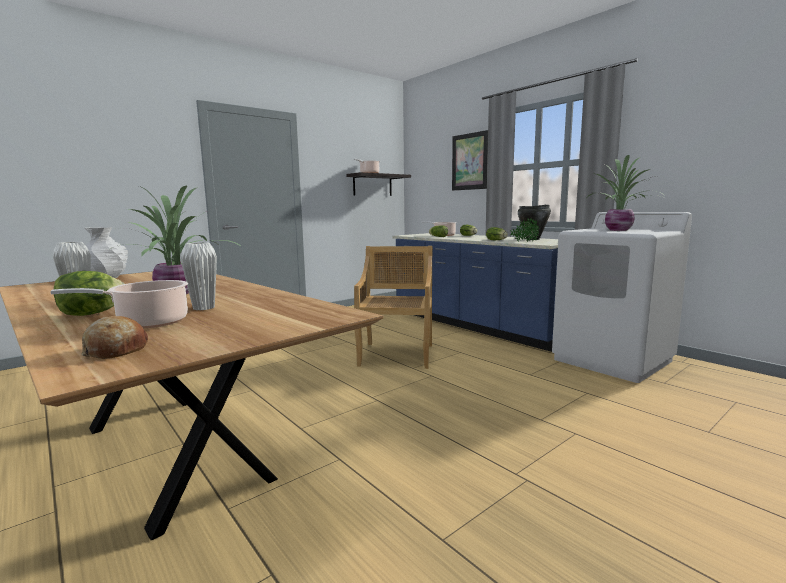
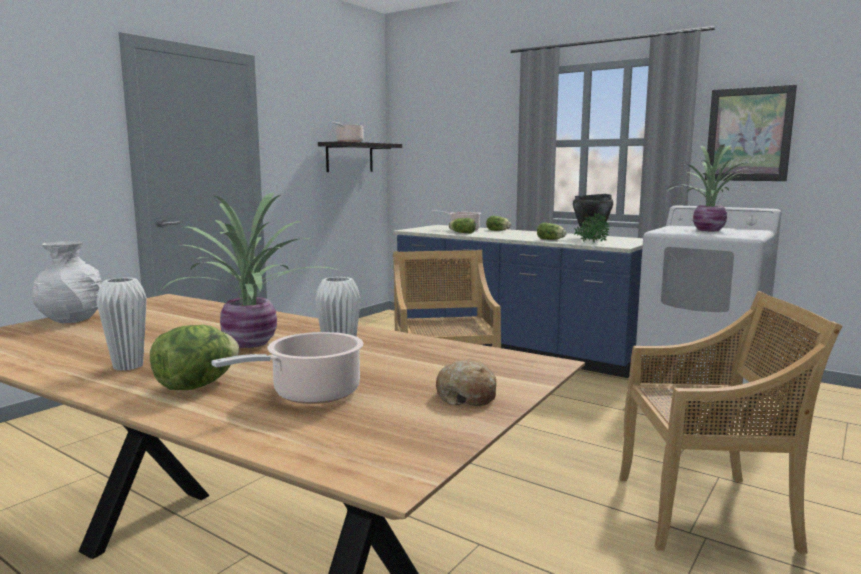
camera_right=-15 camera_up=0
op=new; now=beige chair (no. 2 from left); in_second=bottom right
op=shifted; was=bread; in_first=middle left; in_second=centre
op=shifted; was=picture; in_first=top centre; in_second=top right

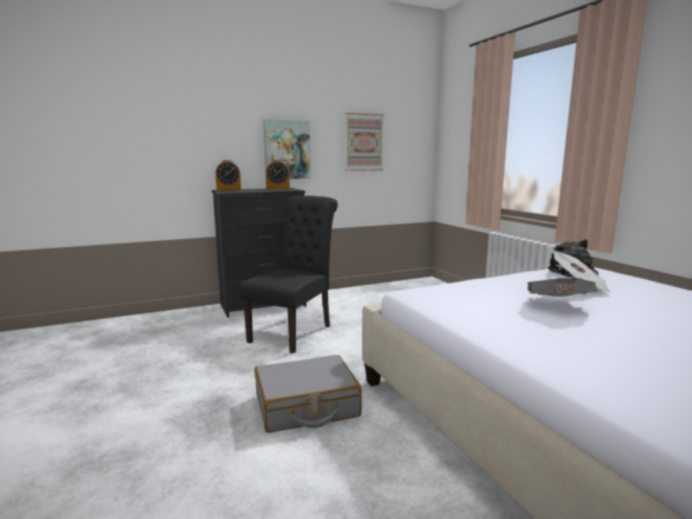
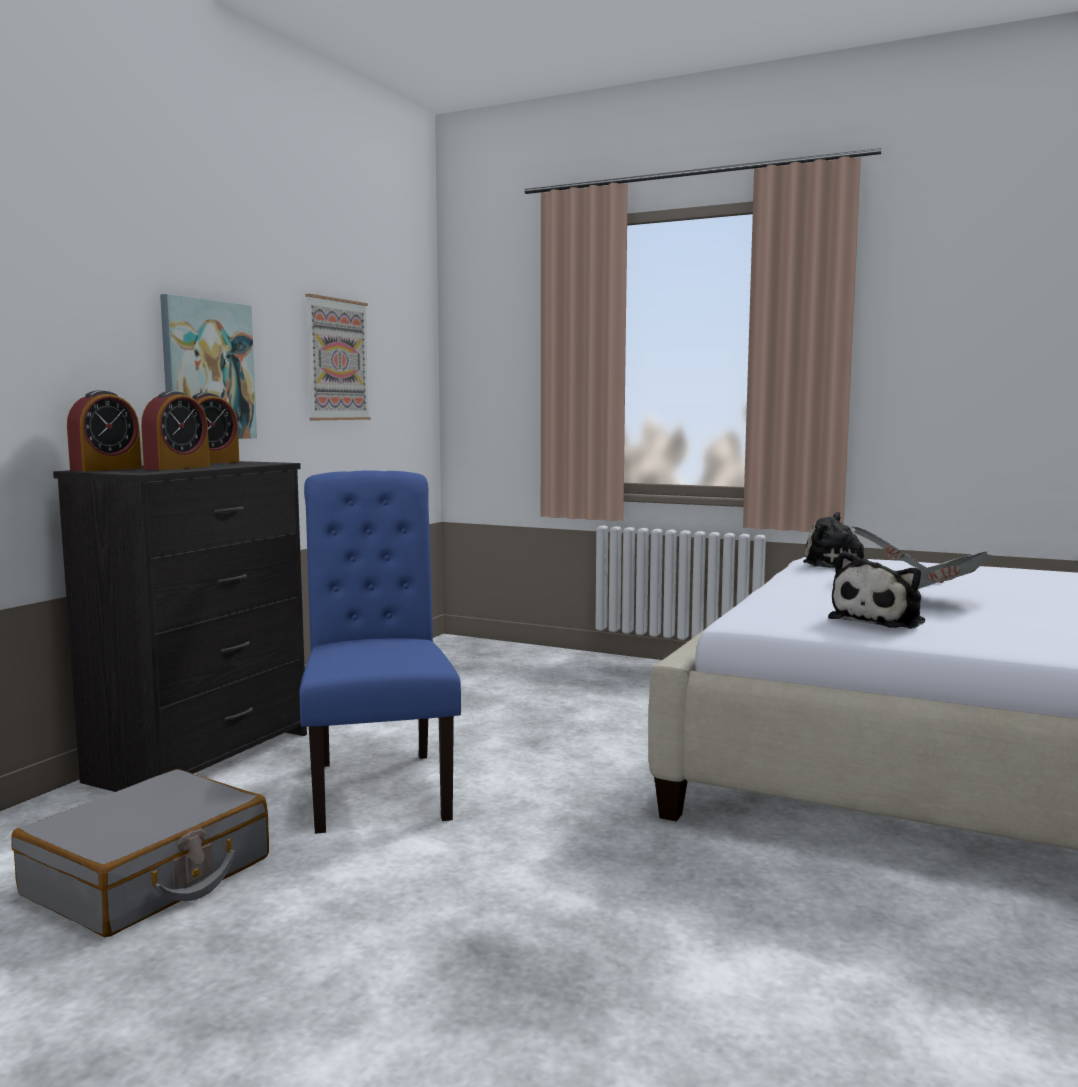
camera_right=-40 camera_up=-5
op=new; now=alarm clock (no. 2 from left); in_second=middle left
op=new; now=plush toy (no. 2 from left); in_second=middle right
op=shifted; was=grey suitcase; in_first=bottom centre; in_second=bottom left
op=repainted; was=black chair; now=blue chair; in_first=centre; in_second=centre

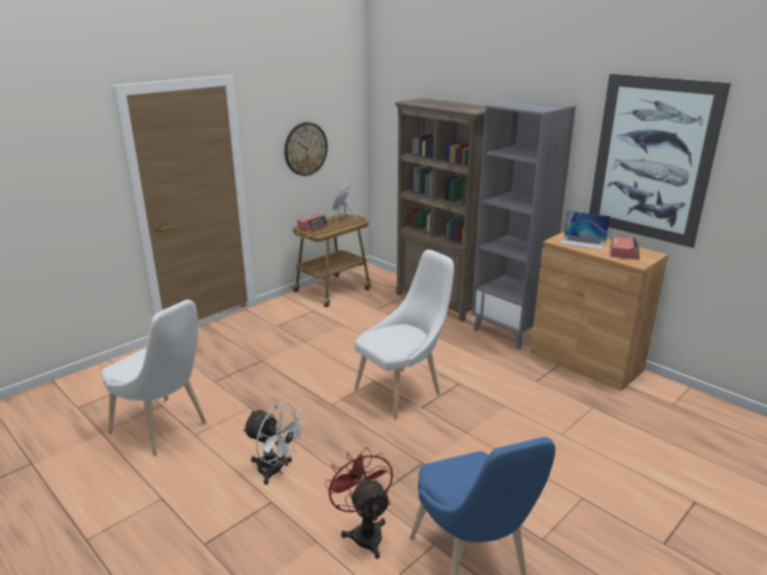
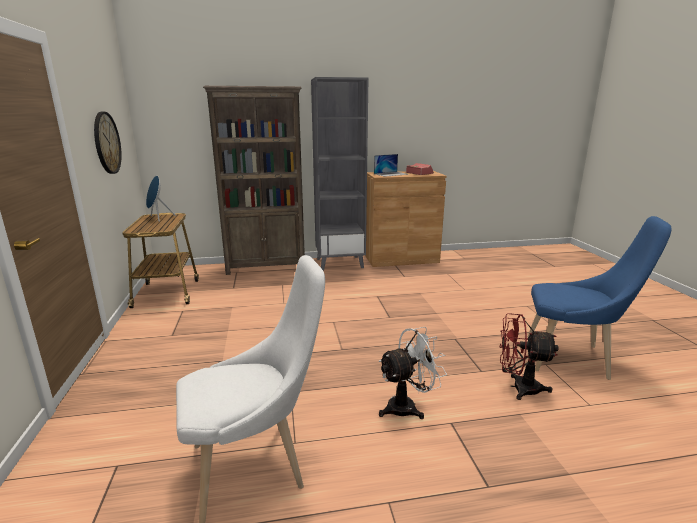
camera_right=-55 camera_up=-5
op=gone; was=alarm clock (no. 1 from left); in_first=centre
op=gone; was=white chair (no. 2 from left); in_first=centre
op=gone; was=picture; in_first=top right

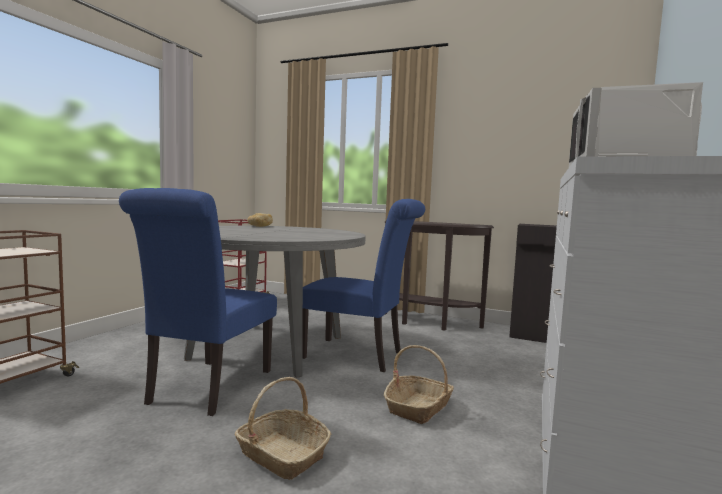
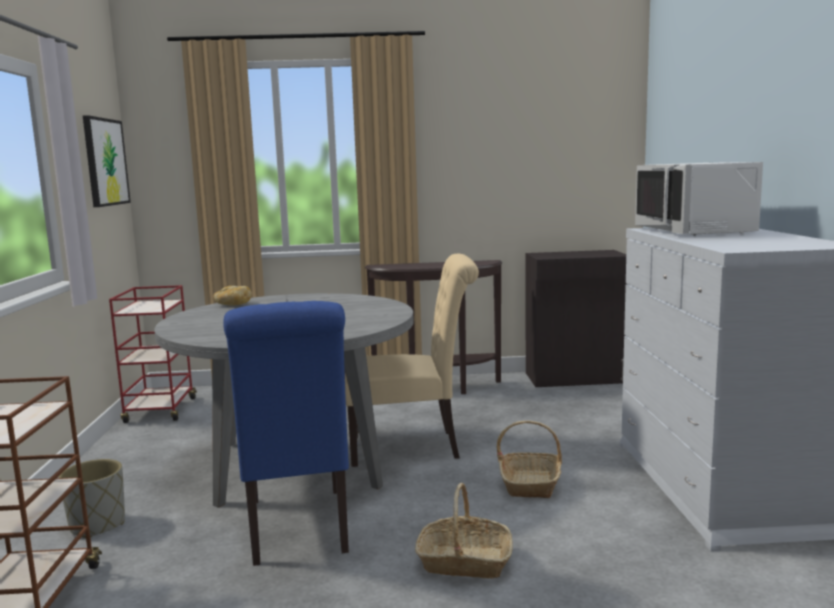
camera_right=-25 camera_up=5
op=new; now=grey planter; in_second=bottom left
op=new; now=picture; in_second=top left
op=repainted; was=blue chair (no. 2 from left); now=beige chair; in_first=centre; in_second=centre

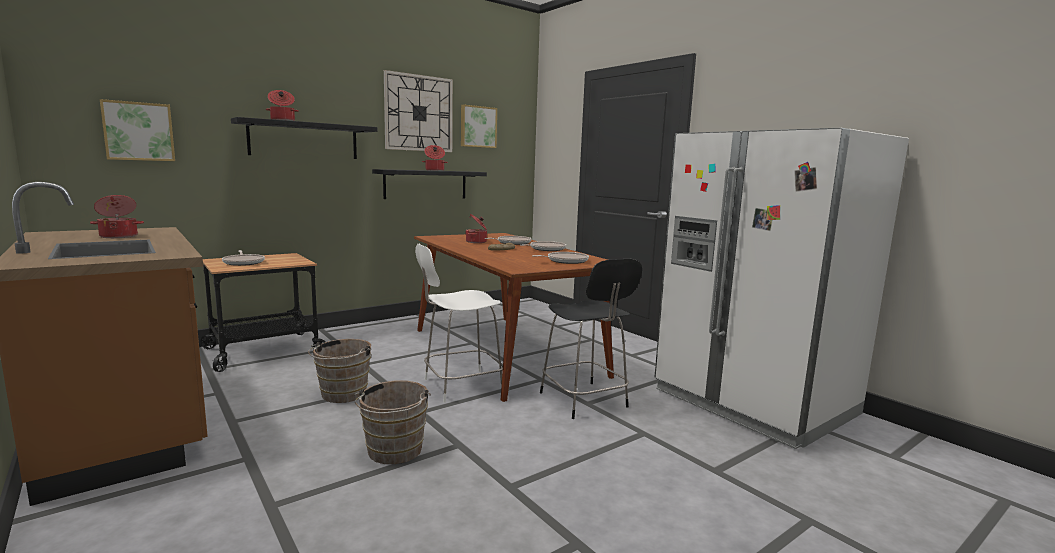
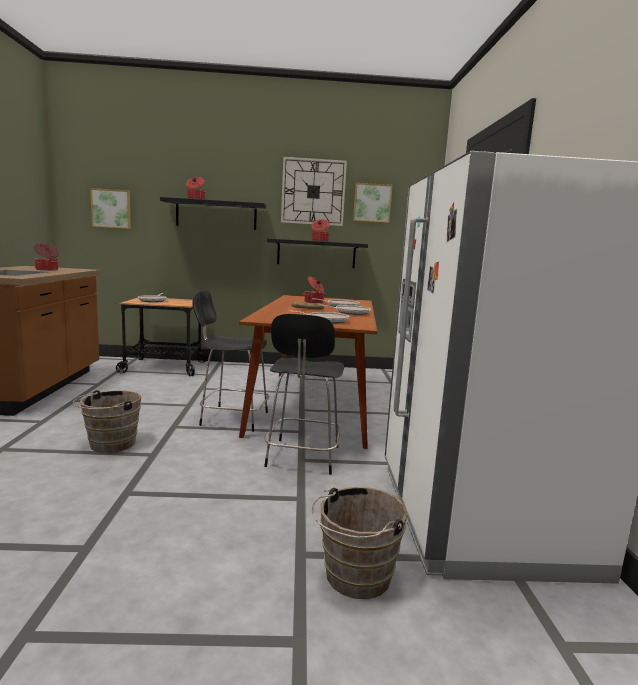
camera_right=35 camera_up=0
op=shifted; was=brown bucket (no. 1 from left in the first image); now=brown bucket (no. 2 from left); in_first=bottom left; in_second=bottom centre
op=repainted; was=white chair; now=black chair (no. 1 from left); in_first=centre; in_second=centre

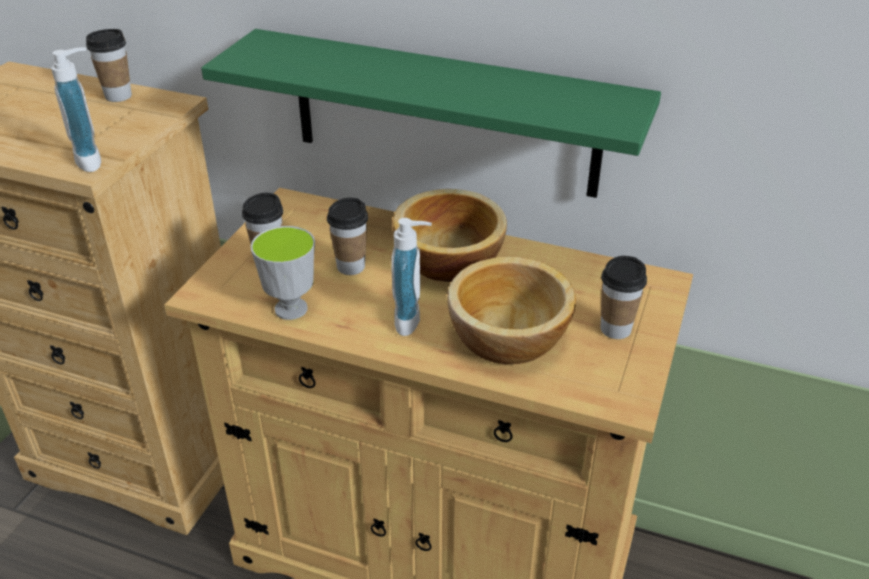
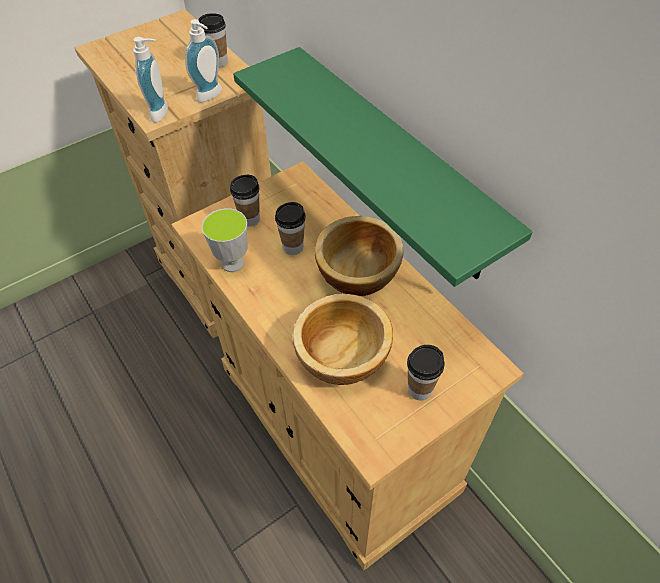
camera_right=35 camera_up=15
op=shifted; was=soap dispenser (no. 2 from left); in_first=centre; in_second=top left

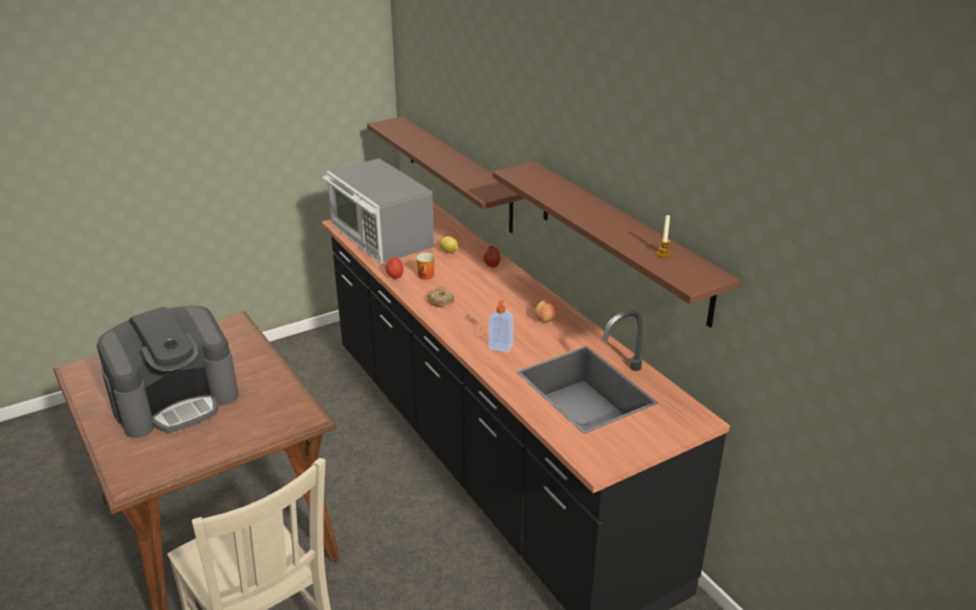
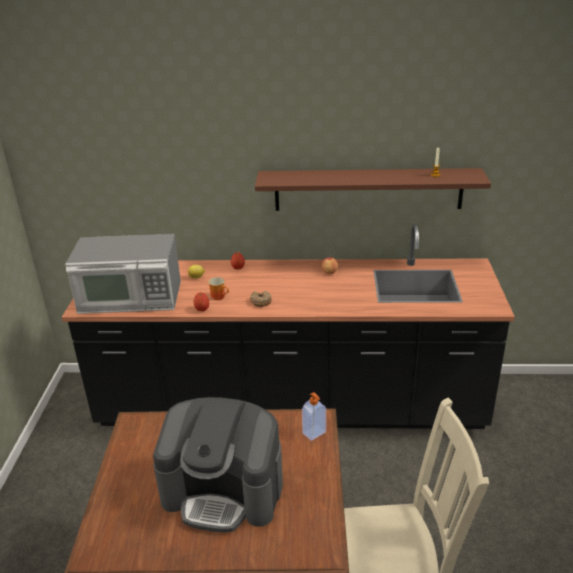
camera_right=-55 camera_up=0
op=gone; was=brown shelf (no. 1 from left); in_first=top centre
op=shifted; was=soap dispenser; in_first=centre; in_second=bottom centre
op=rotated; was=coffee machine; in_first=middle left; in_second=bottom centre; clockwise=105

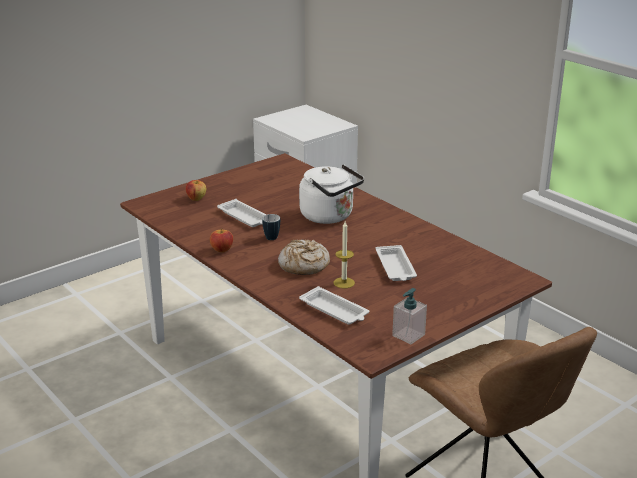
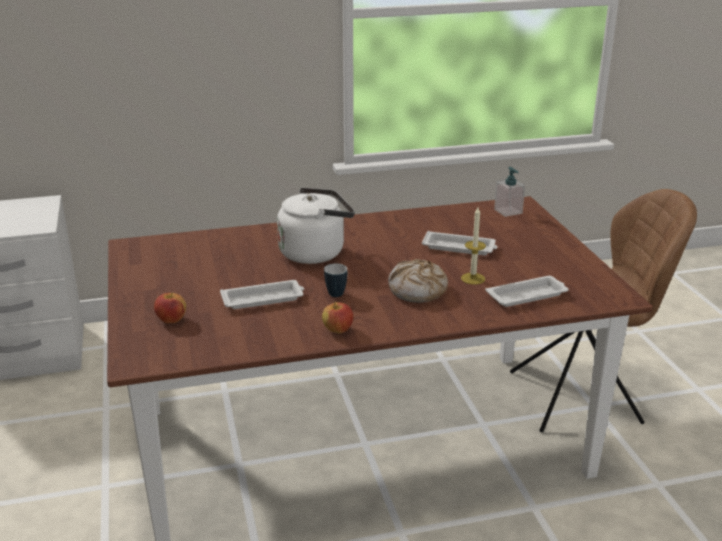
camera_right=-65 camera_up=0
op=shifted; was=soap dispenser; in_first=centre; in_second=middle right

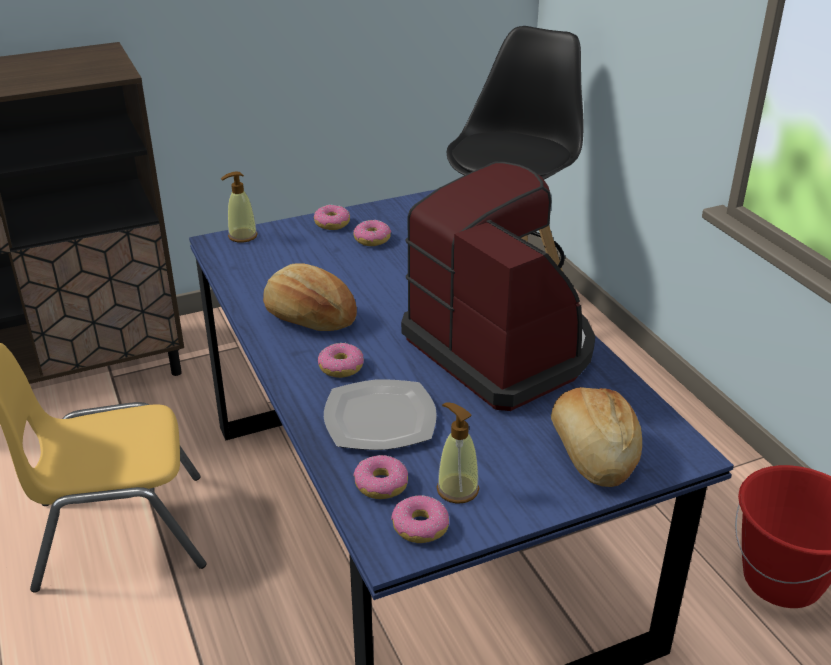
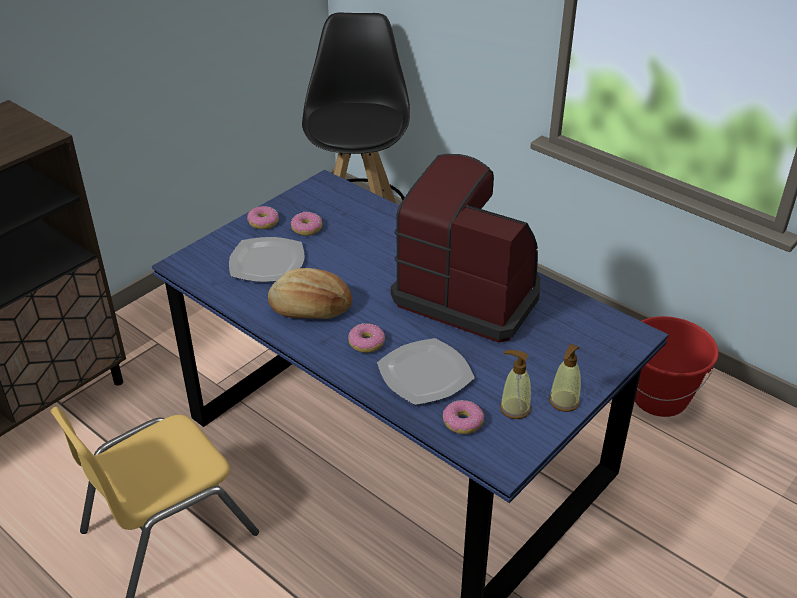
camera_right=-25 camera_up=5
op=gone; was=donut (no. 5 from left); in_first=bottom centre
op=gone; was=bread (no. 2 from left); in_first=middle right
op=new; now=plate (no. 1 from left); in_second=centre
op=shifted; was=soap dispenser (no. 1 from left in the first image); now=soap dispenser (no. 2 from left); in_first=top left; in_second=middle right

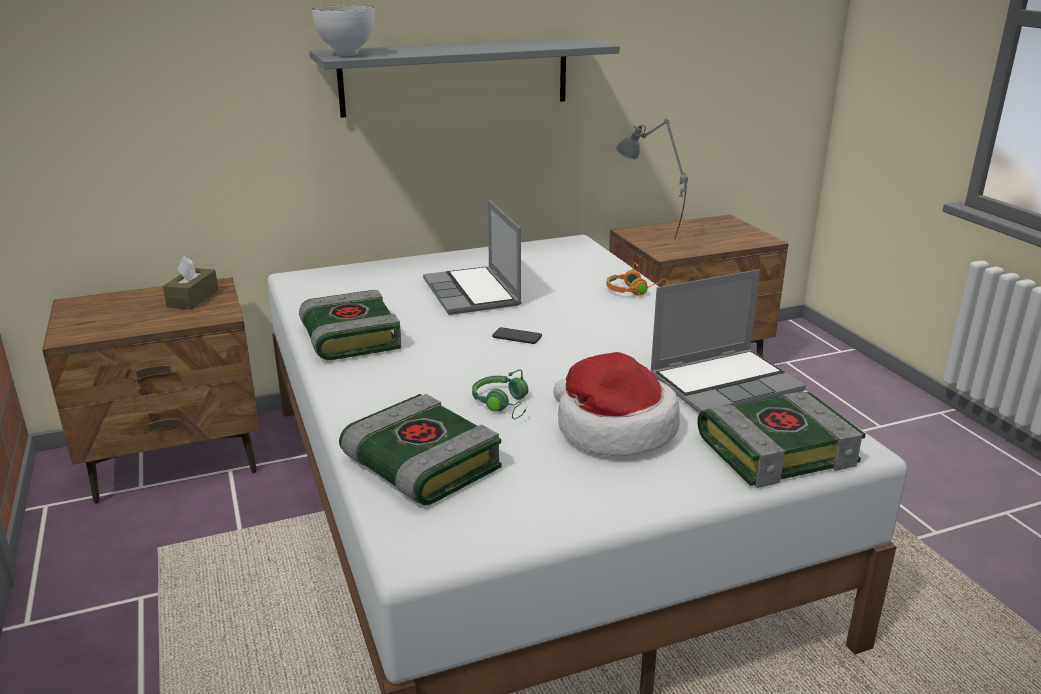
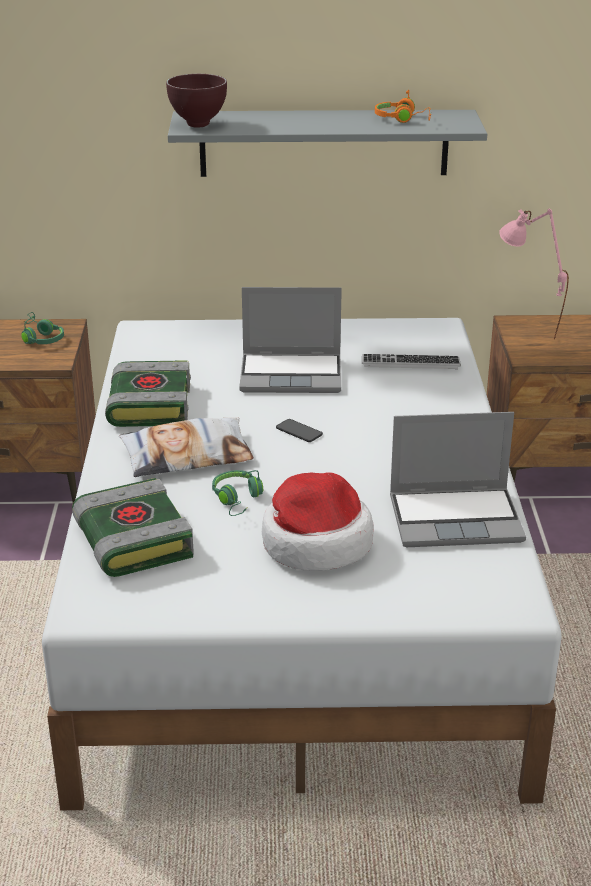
camera_right=20 camera_up=5
op=gone; was=book (no. 3 from left); in_first=middle right
op=new; now=pillow; in_second=middle left
op=new; now=keyboard; in_second=middle right
op=shifted; was=orange headphones; in_first=centre; in_second=top right
op=swapped; was=brown tissue box; now=green headphones (no. 1 from left); in_first=middle left; in_second=middle left
op=repainted; was=white bowl; now=brown bowl; in_first=top left; in_second=top left
op=repainted; was=grey table lamp; now=pink table lamp; in_first=top centre; in_second=top right
op=rotated; was=laptop (no. 1 from left); in_first=centre; in_second=centre; clockwise=-90

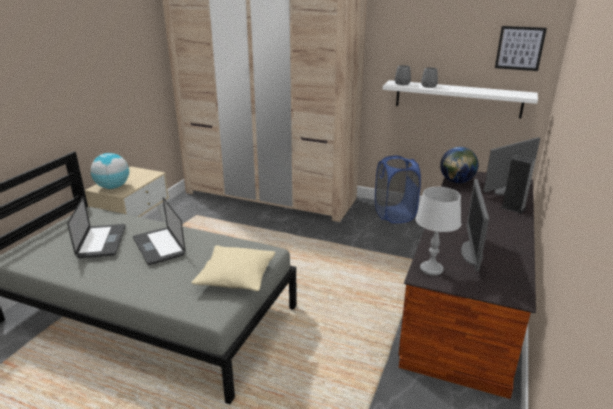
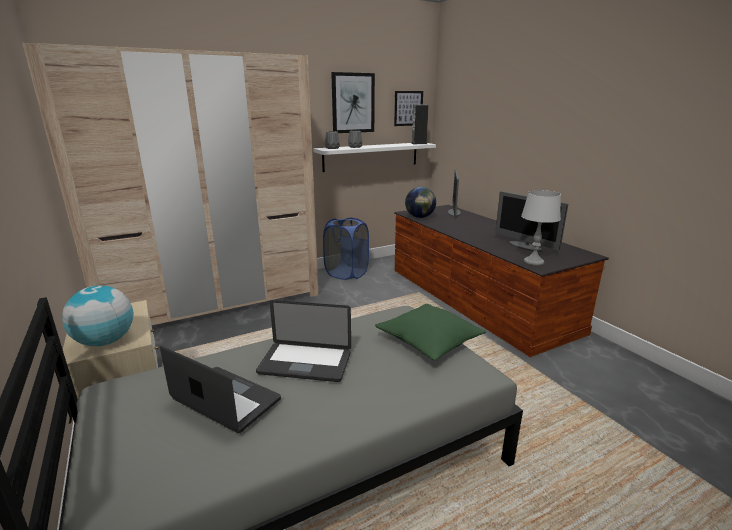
camera_right=-50 camera_up=-5
op=new; now=picture (no. 1 from left); in_second=top centre
op=shifted; was=speaker; in_first=middle right; in_second=top centre
op=repainted; was=beige pillow; now=green pillow; in_first=centre; in_second=centre

